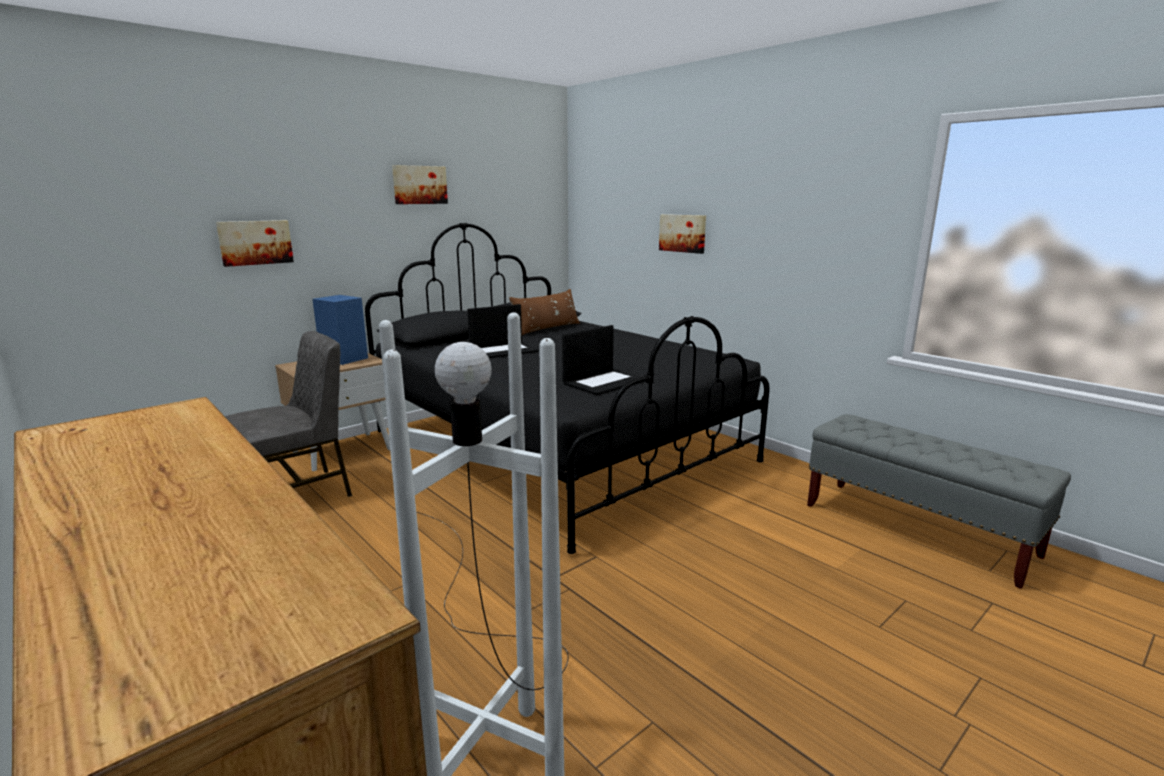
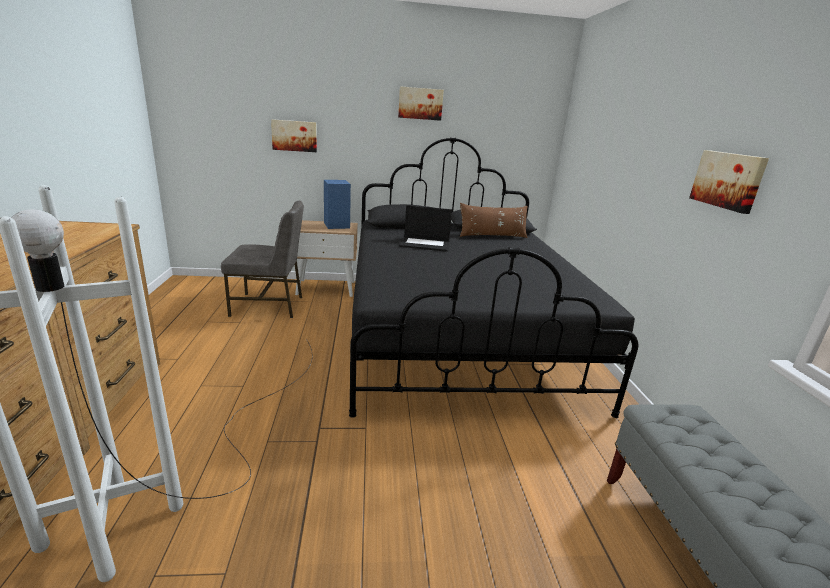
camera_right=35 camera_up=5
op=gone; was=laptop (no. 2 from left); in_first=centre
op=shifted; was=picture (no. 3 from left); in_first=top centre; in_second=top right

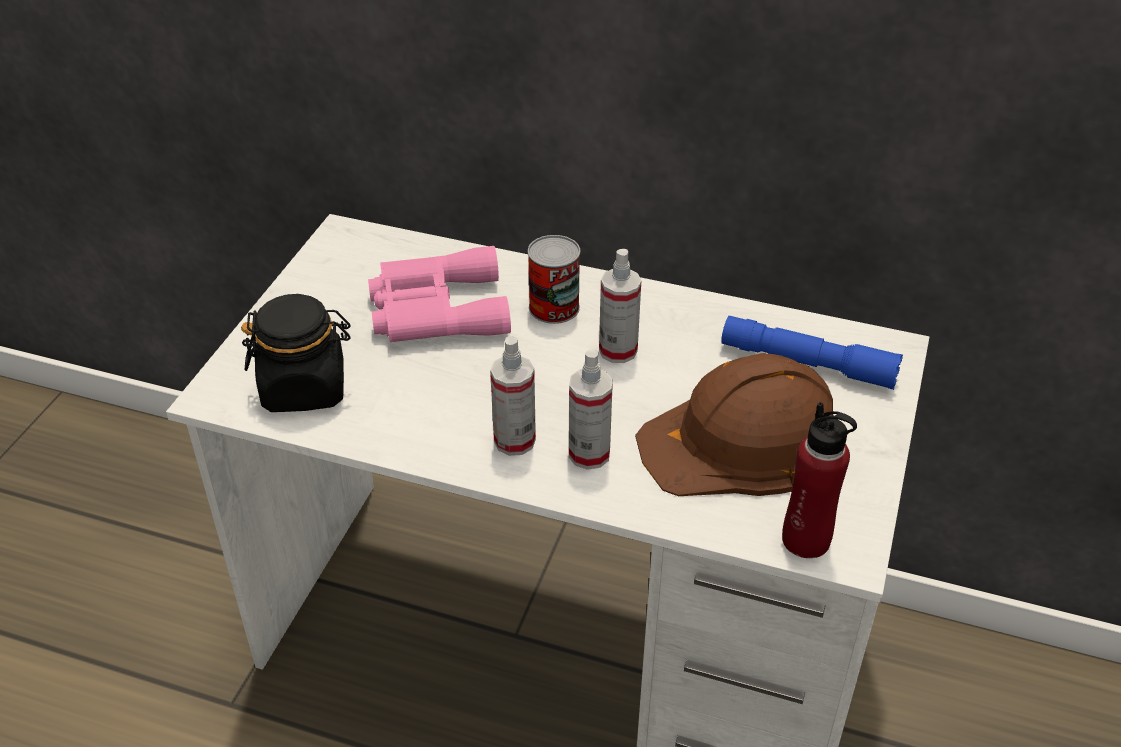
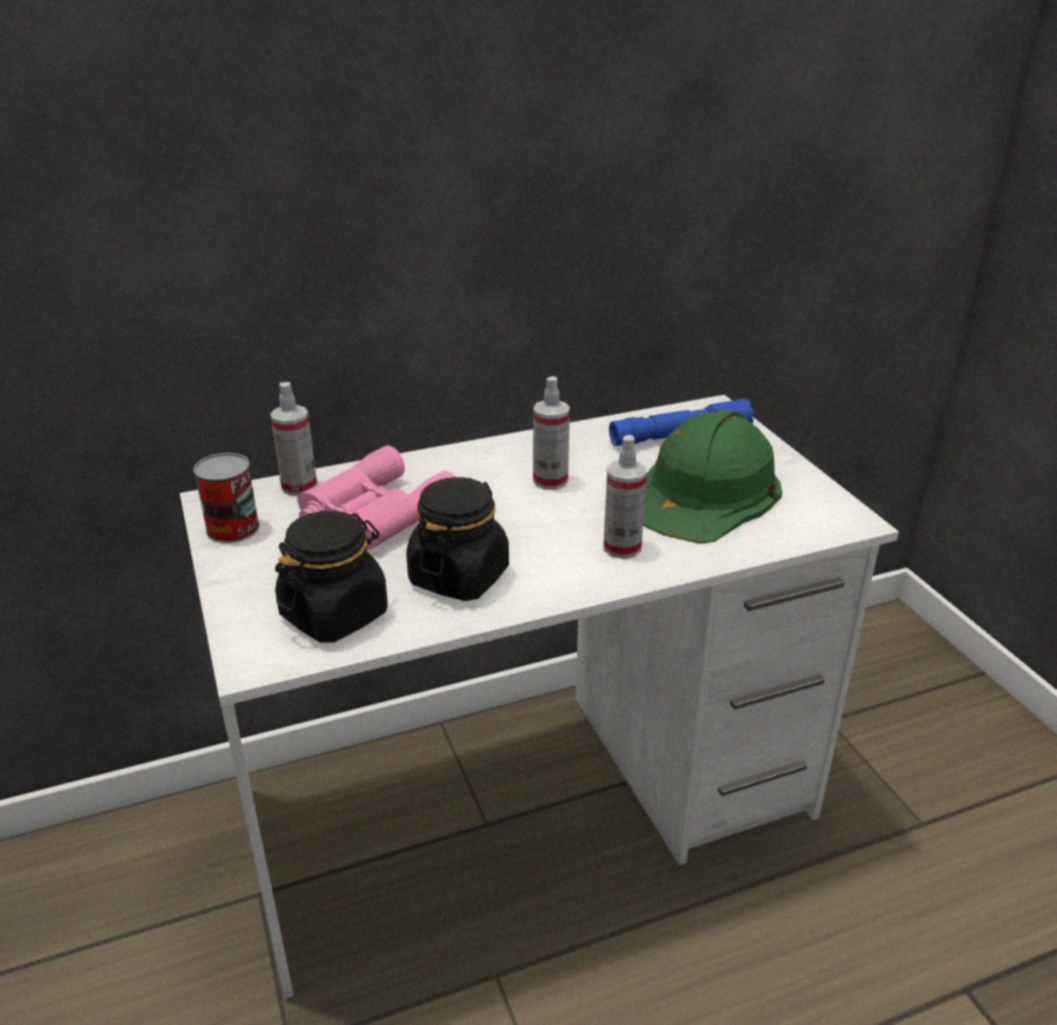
camera_right=-40 camera_up=-10
op=gone; was=red bottle; in_first=middle right
op=new; now=black jar (no. 2 from left); in_second=centre
op=shifted; was=spray bottle (no. 1 from left); in_first=centre; in_second=middle left
op=shifted; was=can; in_first=centre; in_second=middle left
op=repainted; was=brown hard hat; now=green hard hat; in_first=centre; in_second=middle right

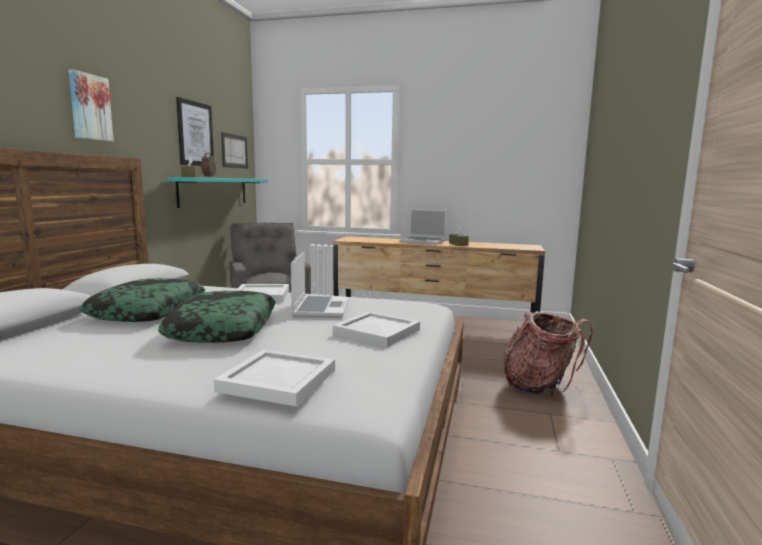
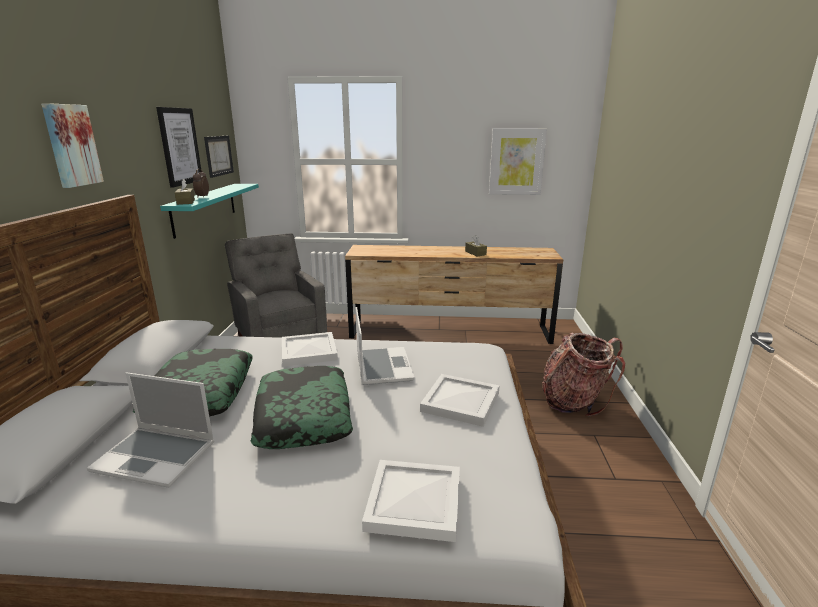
camera_right=-10 camera_up=10
op=new; now=picture (no. 4 from left); in_second=top centre
op=shifted; was=laptop (no. 2 from left in the first image); now=laptop (no. 1 from left); in_first=centre; in_second=bottom left

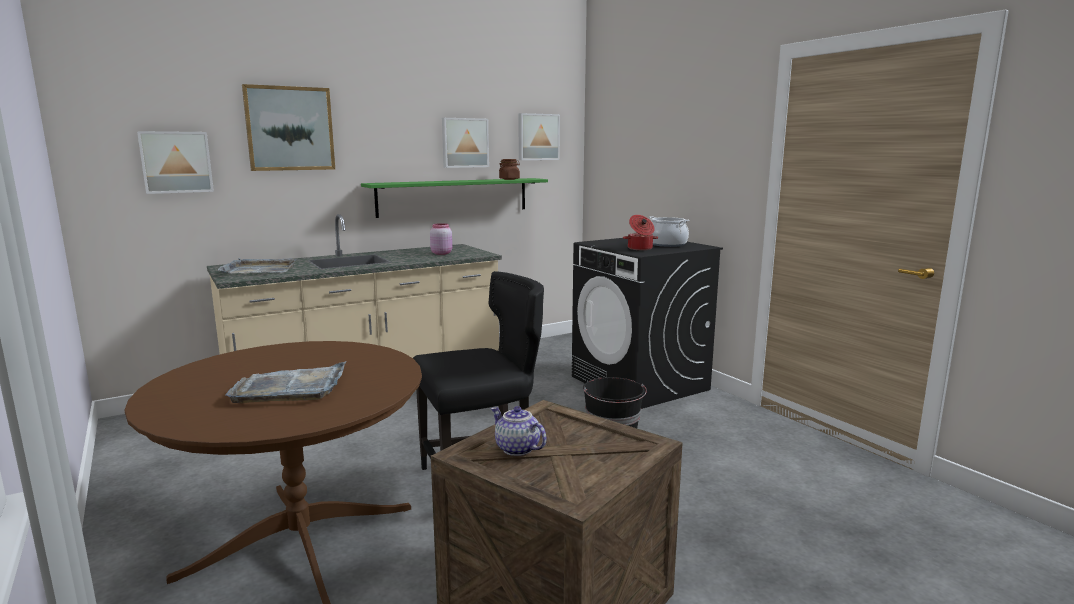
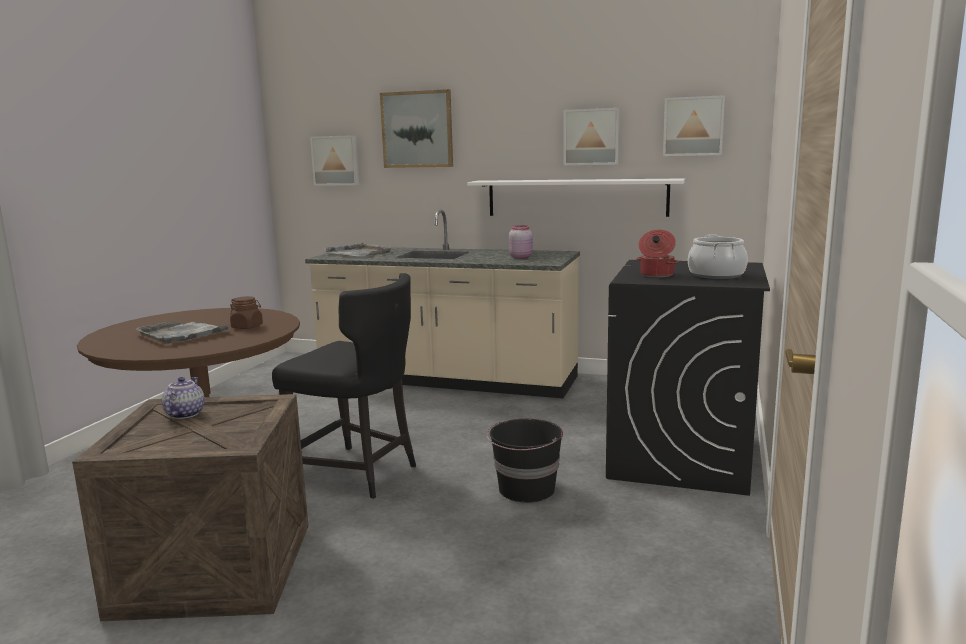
camera_right=50 camera_up=0
op=shifted; was=brown jar; in_first=top centre; in_second=middle left
op=repainted; was=green shelf; now=white shelf; in_first=top centre; in_second=top centre

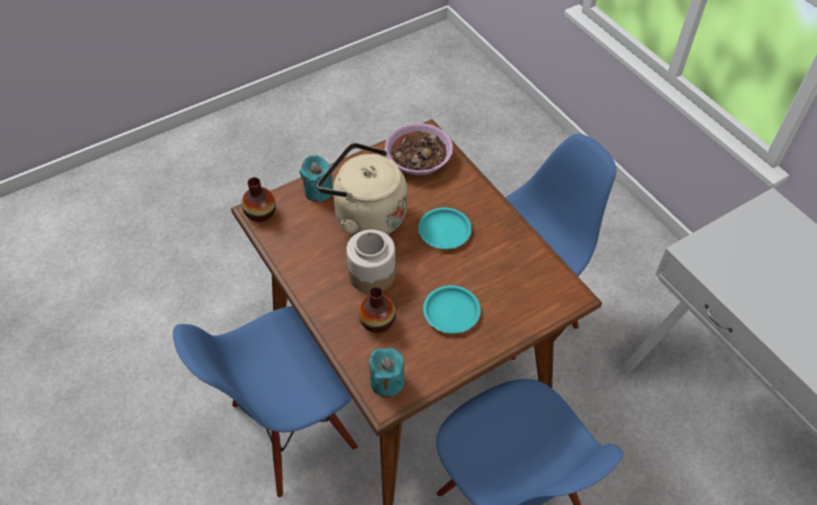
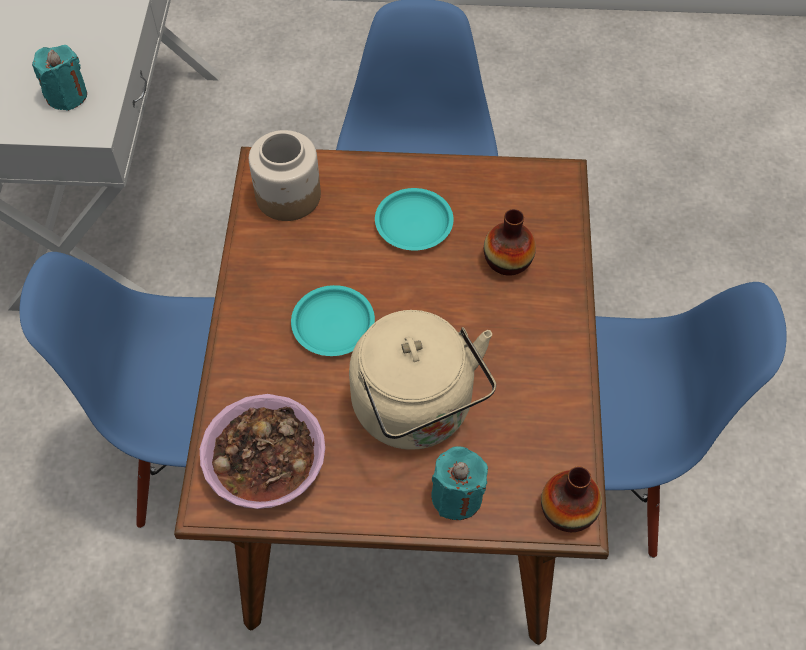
camera_right=-145 camera_up=5
op=shifted; was=jar; in_first=centre; in_second=top centre
op=shifted; was=turquoise candle (no. 2 from left in the first image); now=turquoise candle (no. 1 from left); in_first=bottom centre; in_second=top left

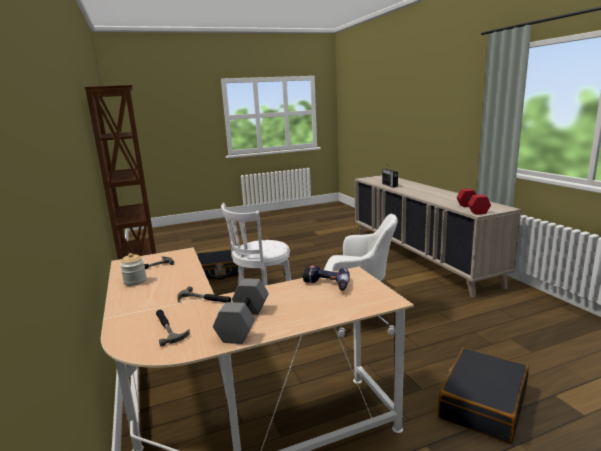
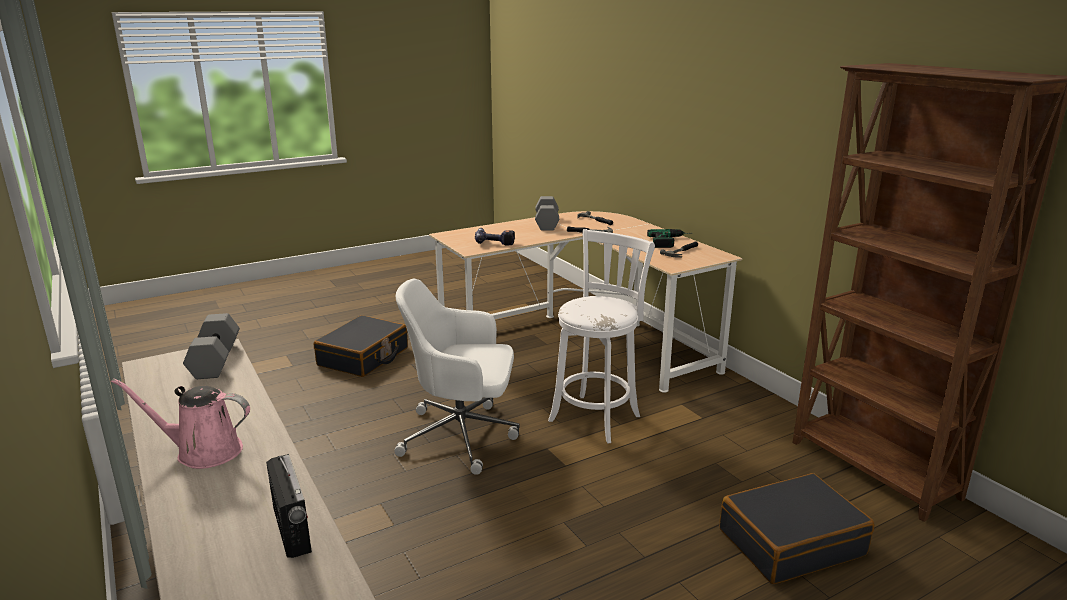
camera_right=170 camera_up=5
op=new; now=pink watering can; in_second=bottom left
op=swapped; was=jar; now=power drill (no. 2 from left); in_first=middle left; in_second=centre
op=repainted; was=red dumbbell; now=grey dumbbell (no. 1 from left); in_first=middle right; in_second=middle left

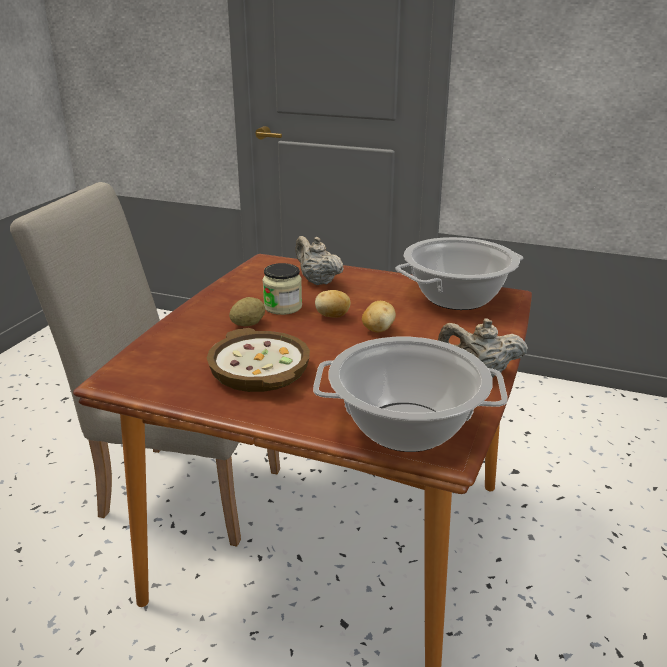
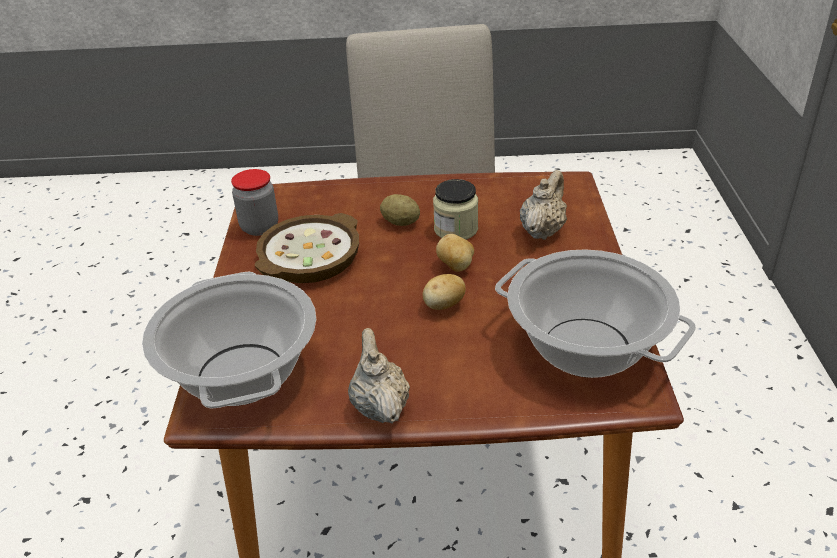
camera_right=70 camera_up=10
op=new; now=jar (no. 1 from left); in_second=middle left

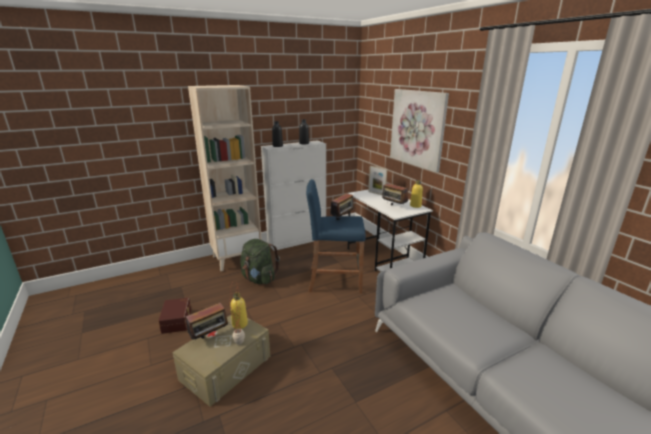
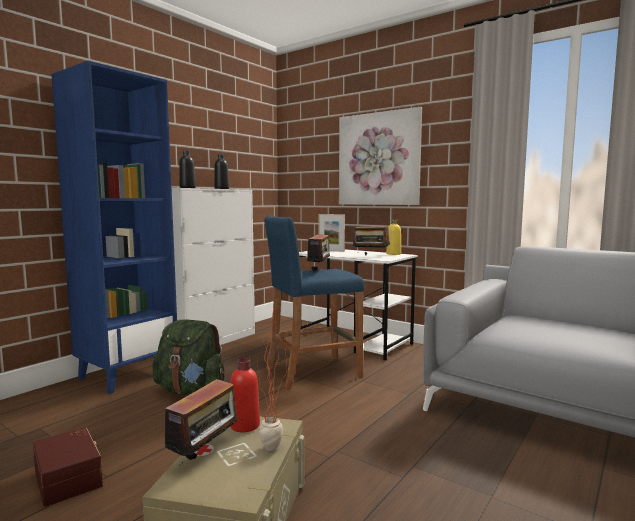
camera_right=-25 camera_up=-15
op=repainted; was=beige bookcase; now=blue bookcase; in_first=centre; in_second=middle left
op=repainted; was=yellow bottle (no. 1 from left); now=red bottle; in_first=bottom centre; in_second=bottom centre

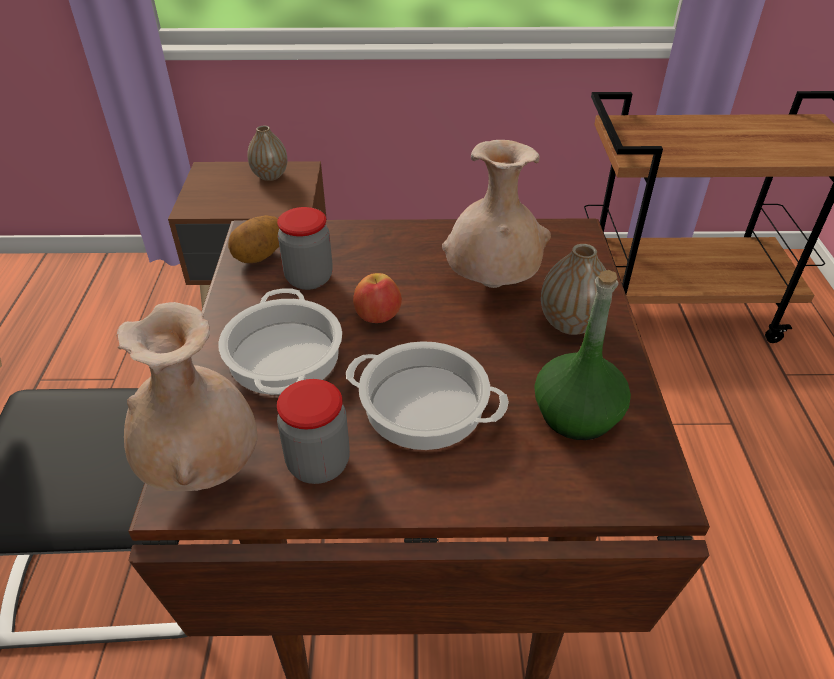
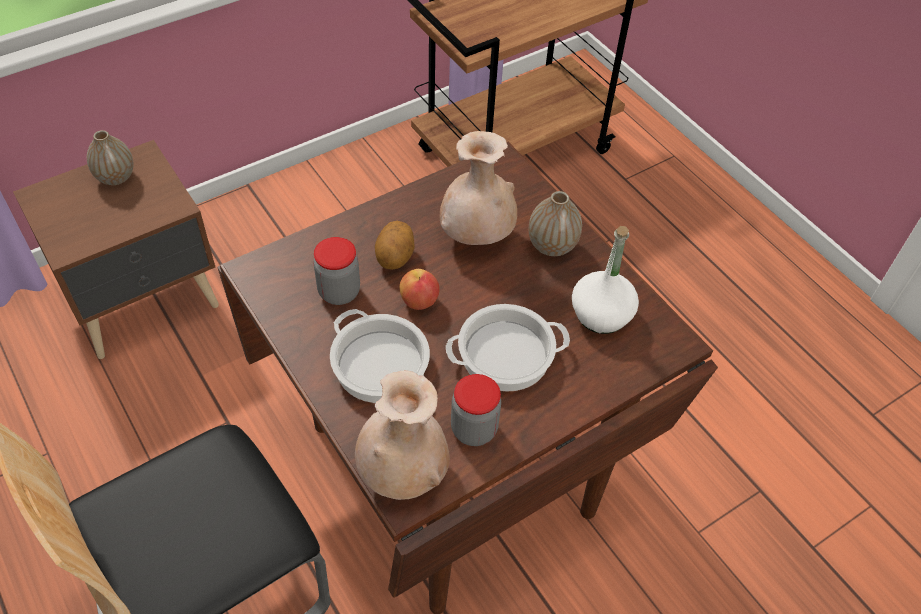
camera_right=-35 camera_up=10
op=shifted; was=potato; in_first=middle left; in_second=centre
op=repainted; was=green bottle; now=white bottle; in_first=middle right; in_second=centre

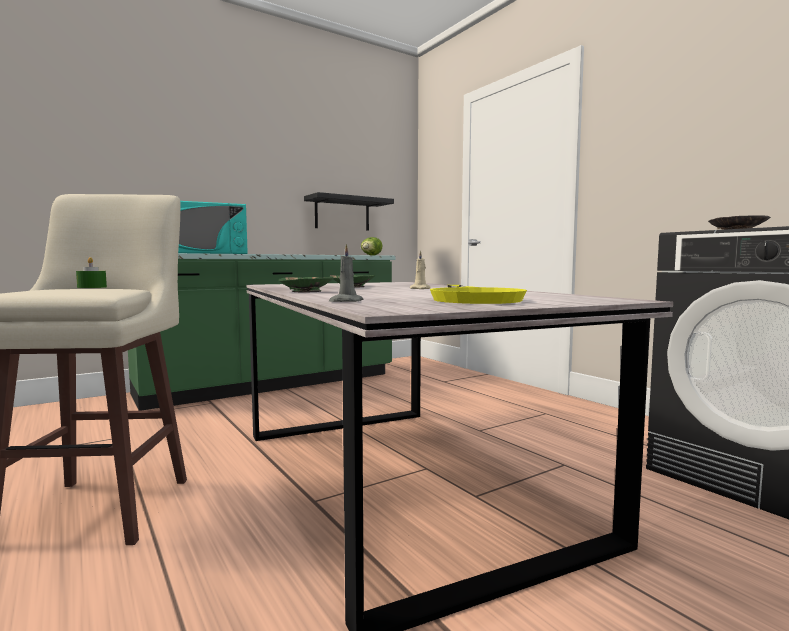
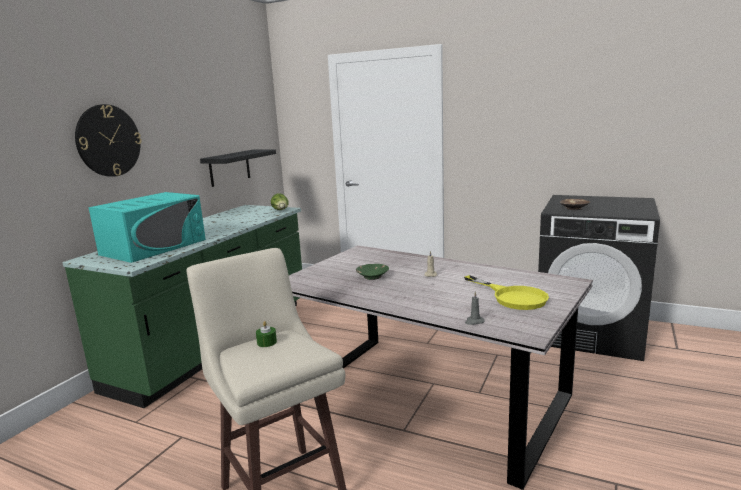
camera_right=-30 camera_up=10
op=gone; was=green bowl (no. 1 from left); in_first=centre
op=new; now=wall clock; in_second=top left

